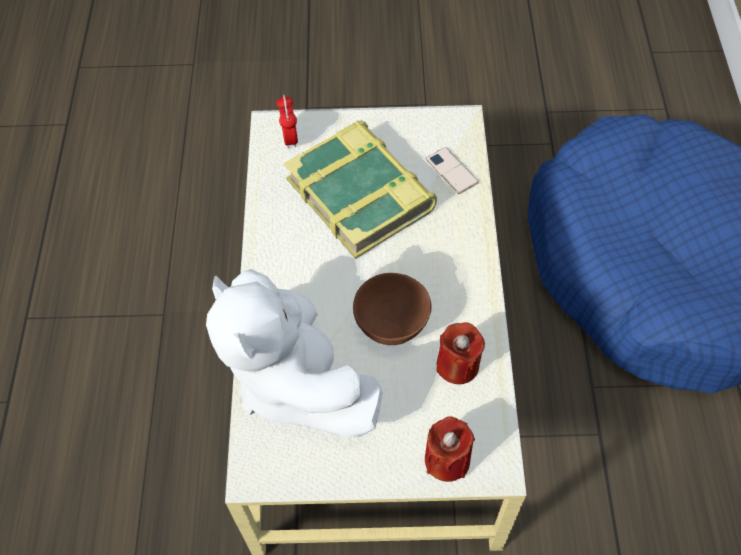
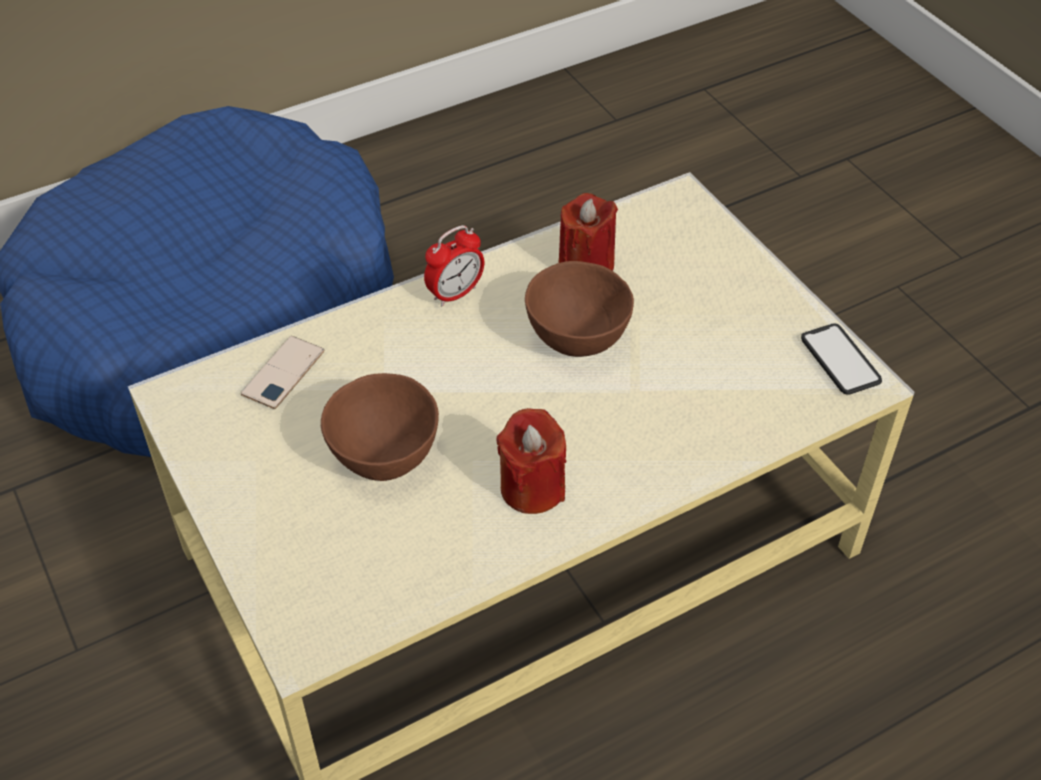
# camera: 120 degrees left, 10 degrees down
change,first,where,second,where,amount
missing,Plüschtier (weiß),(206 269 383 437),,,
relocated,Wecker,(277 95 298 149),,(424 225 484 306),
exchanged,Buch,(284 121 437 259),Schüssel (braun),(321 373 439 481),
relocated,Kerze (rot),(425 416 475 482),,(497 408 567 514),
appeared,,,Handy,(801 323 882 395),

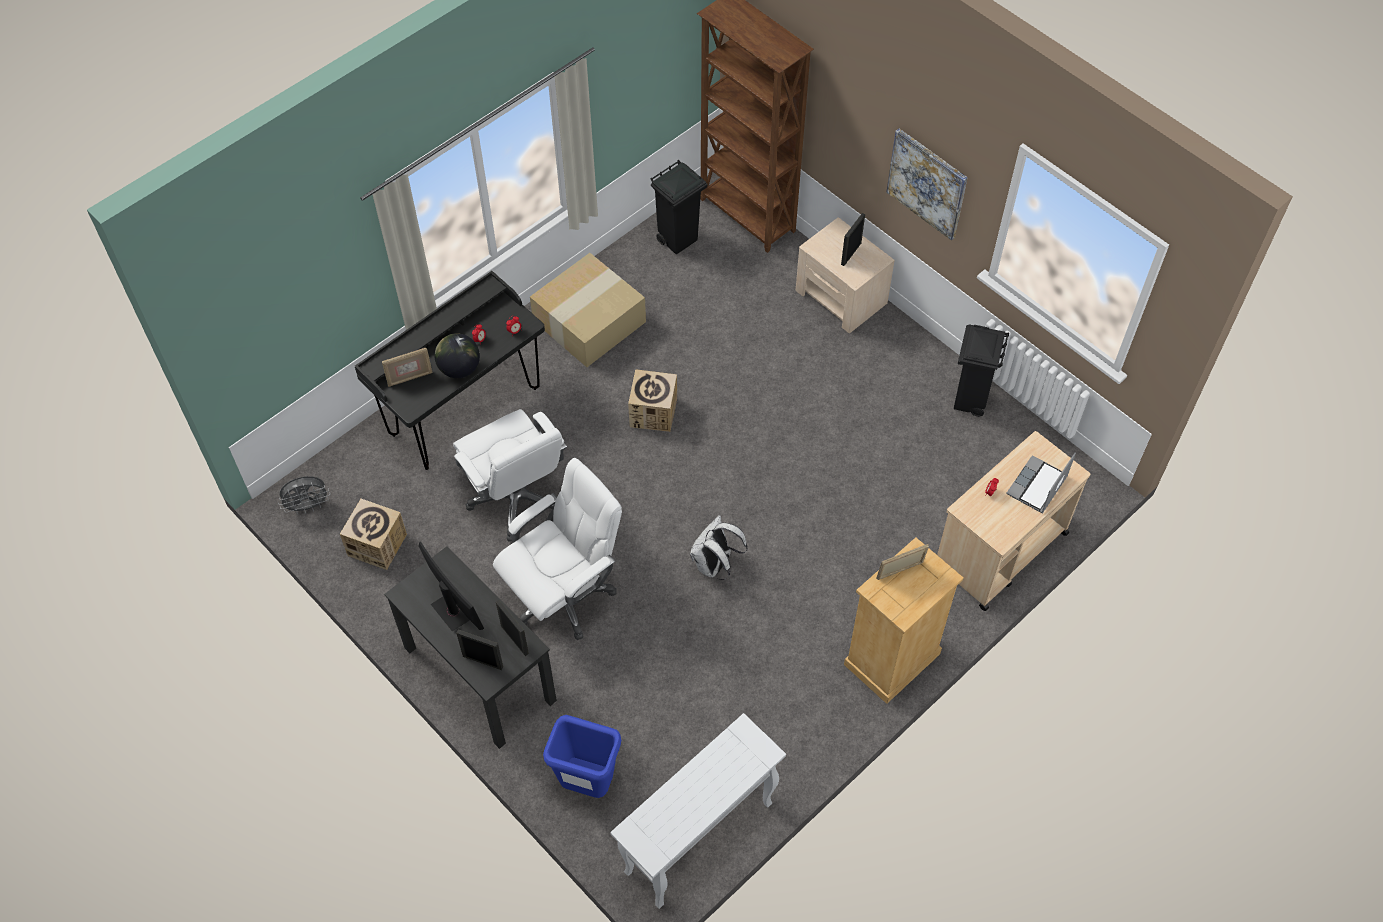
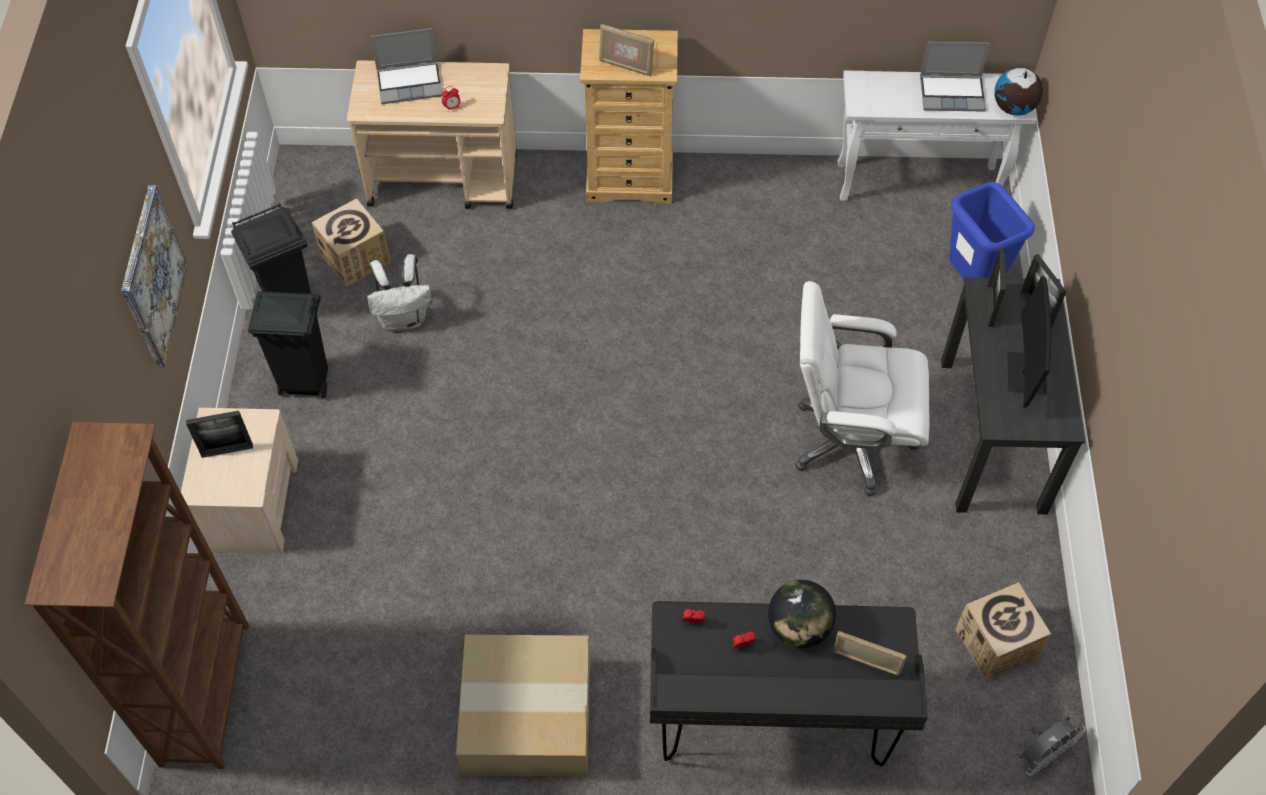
# camera: 135 degrees left, 0 degrees up
change,first,where,second,where,amount
spun,Ventilator (grau),(278 476 330 515),,(1020 717 1085 776),120 degrees clockwise
missing,Bürostuhl (weiß),(453 409 567 542),,,
relocated,Karton,(628 369 677 432),,(312 198 391 287),
relocated,Mülleimer (schwarz),(651 160 707 254),,(248 291 328 398),
relocated,Rucksack (weiß),(690 515 748 580),,(367 254 431 331),
appeared,,,Laptop,(920 42 991 112),
appeared,,,Globus,(994 67 1043 115),

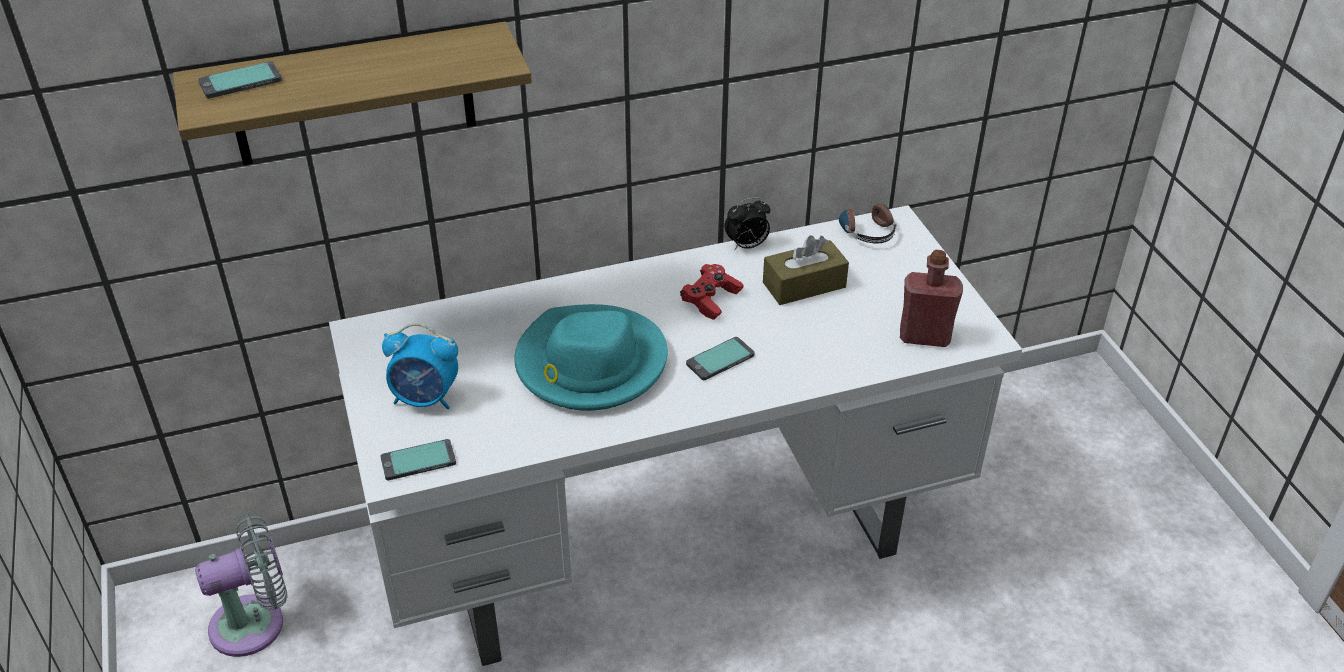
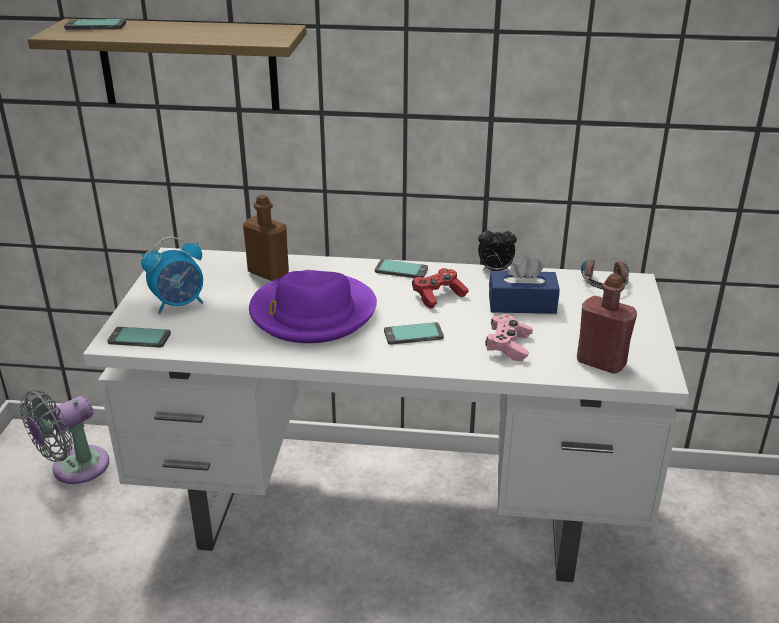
# camera: 25 degrees right, 10 degrees down
change,first,where,second,where,amount
spun,Ventilator (grau),(195 512 288 657),,(20 390 109 484),135 degrees clockwise
spun,Wecker,(382 323 458 410),,(141 237 203 314),60 degrees counterclockwise
colour,Hut (türkis),(514 304 668 411),Hut (lila),(249 270 377 343),
colour,Taschentuchbox (braun),(763 235 849 305),Taschentuchbox (blau),(489 256 560 314),
appeared,,,Flasche (braun),(243 194 289 281),
appeared,,,Handy,(375 259 428 278),
appeared,,,Gamepad (rosa),(485 314 533 361),

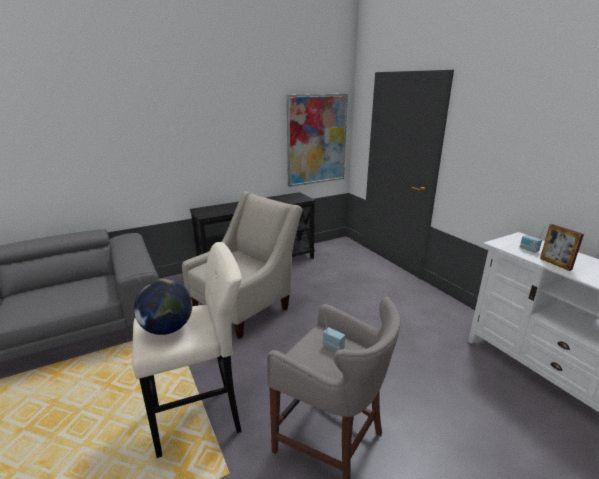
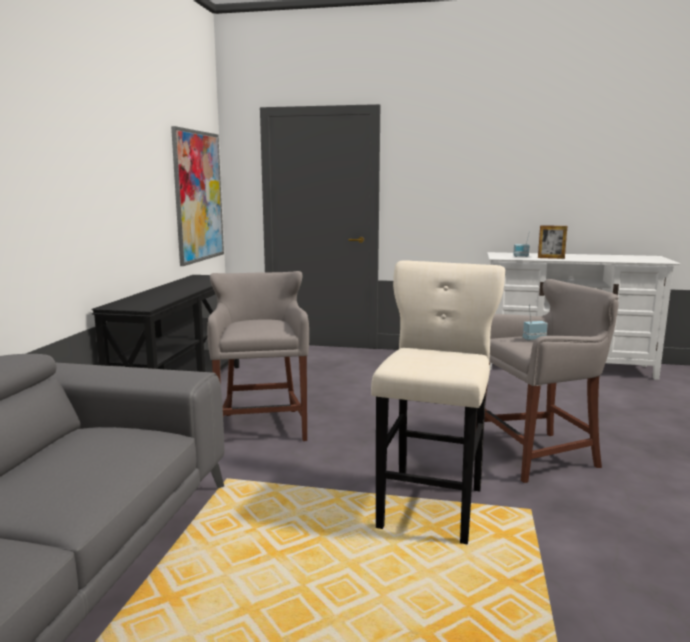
# camera: 50 degrees left, 10 degrees down
change,first,where,second,where,amount
missing,Globus,(134 279 192 335),,,
exchanged,Sessel (beige),(182 191 302 339),Hocker (grau),(207 271 309 441),

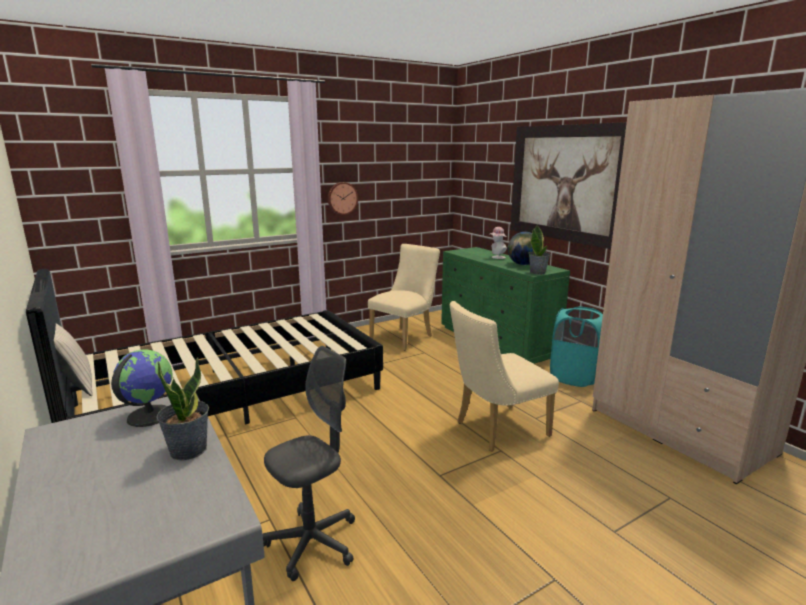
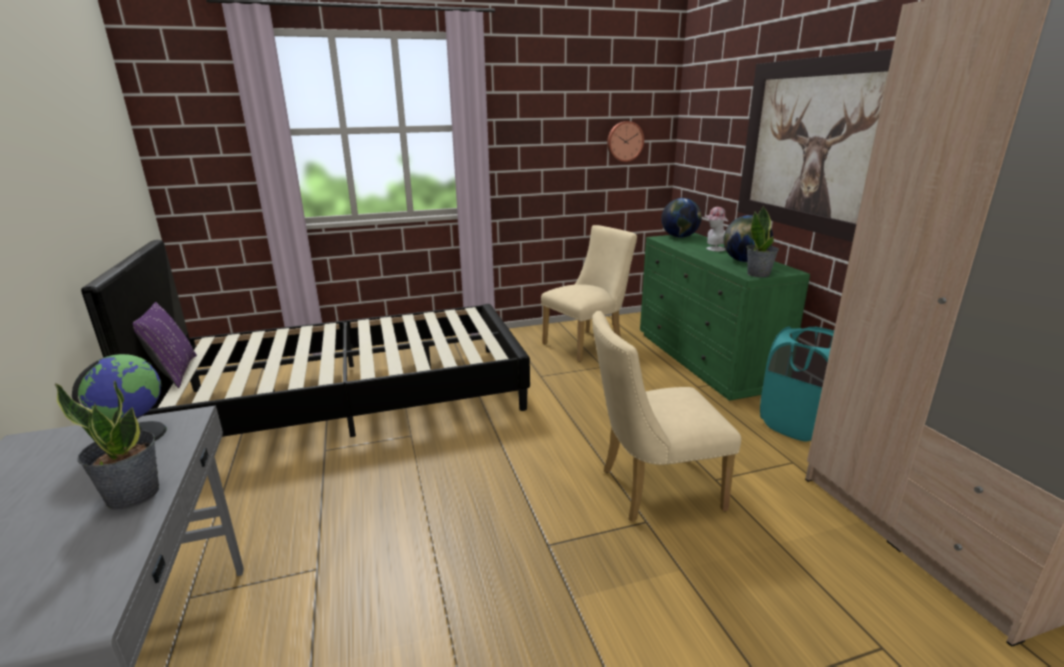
# camera: 15 degrees right, 5 degrees up
change,first,where,second,where,amount
colour,Kissen (beige),(54 323 93 396),Kissen (lila),(133 302 197 388),
missing,Bürostuhl (grau),(262 346 355 581),,,
relocated,Wanduhr,(328 182 358 215),,(607 121 644 162),
appeared,,,Globus,(661 198 702 238),

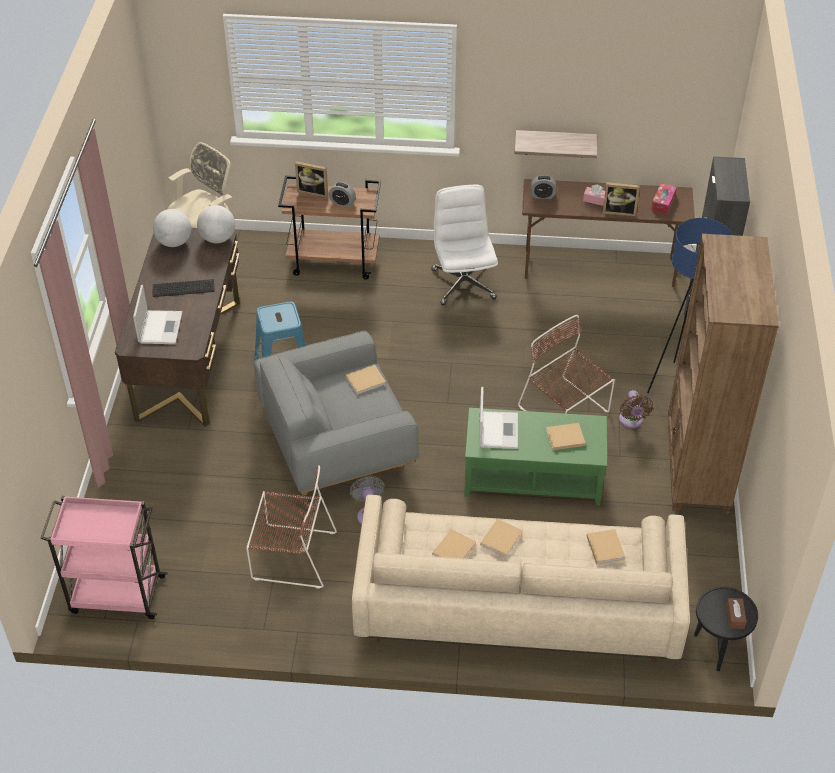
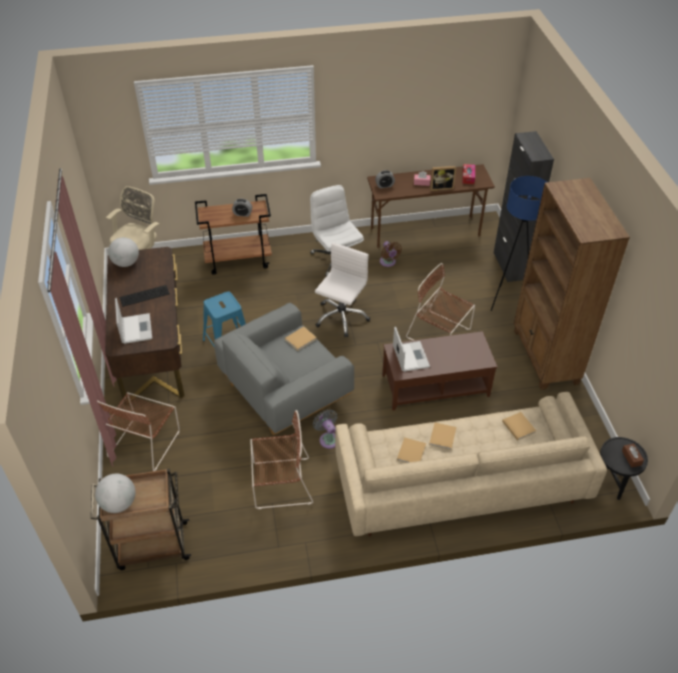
# camera: 15 degrees left, 0 degrees up
change,first,where,second,where,amount
colour,Rollwagen (rosa),(41 496 168 619),Rollwagen (braun),(91 469 192 570),
relocated,Globus,(197 205 235 243),,(95 474 135 513),
missing,Bilderrahmen,(295 161 328 198),,,
colour,Couchtisch (grün),(464 408 607 505),Couchtisch (braun),(382 331 497 411),
missing,Wandregal,(514 130 597 158),,,
missing,Buch (beige),(546 423 586 450),,,
relocated,Ventilator (braun),(619 390 653 428),,(380 241 402 267),
appeared,,,Stuhl (braun),(97 392 180 471),
appeared,,,Bürostuhl (weiß),(315 242 370 337),

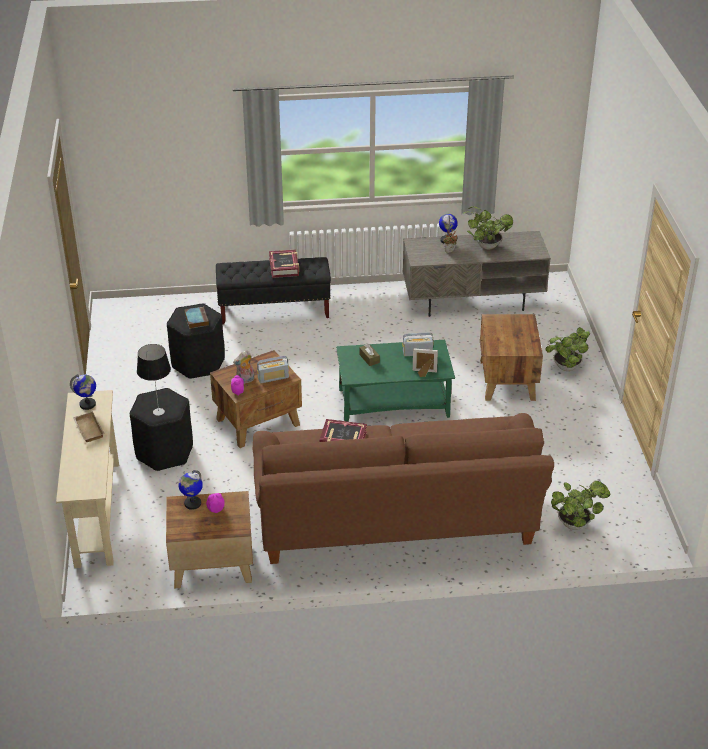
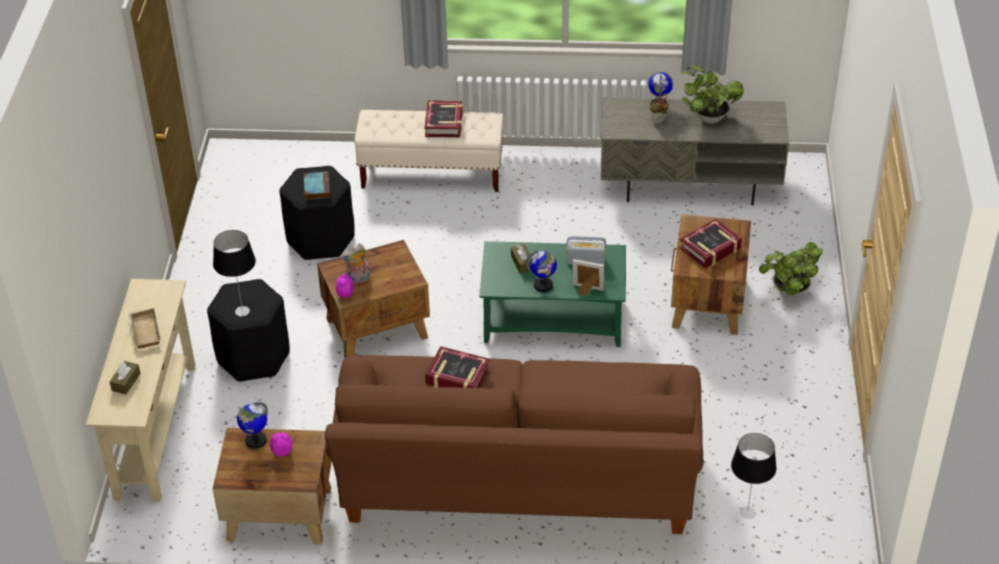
# camera: 10 degrees right, 5 degrees up
change,first,where,second,where,amount
relocated,Globus,(70 374 96 410),,(526 251 557 292),
colour,Bank (schwarz),(216 257 331 324),Bank (beige),(355 110 503 192),
missing,Radio,(257 356 289 383),,,
exchanged,Topfpflanze,(551 481 610 530),Tischlampe,(731 433 776 519),
appeared,,,Taschentuchbox (braun),(110 361 141 395),
appeared,,,Buch,(679 219 742 268),

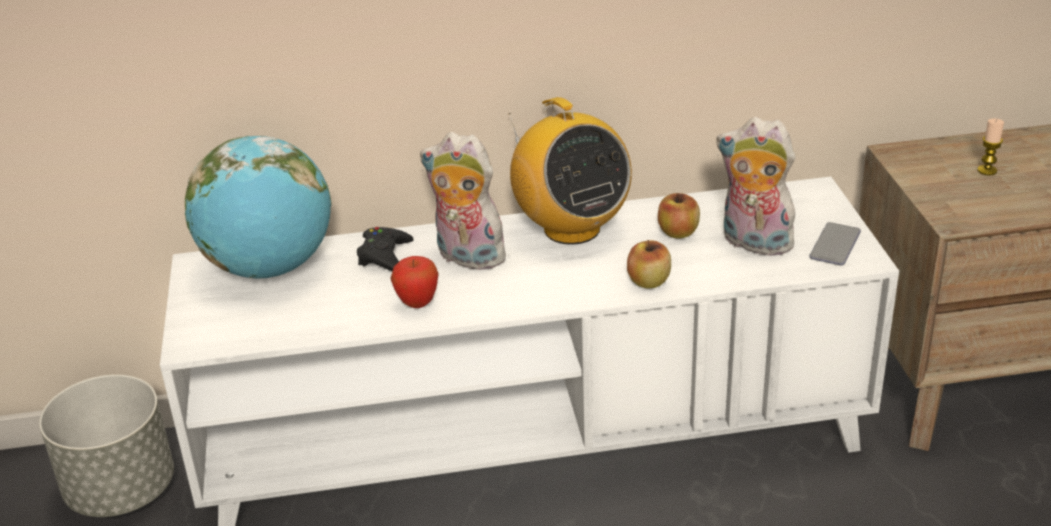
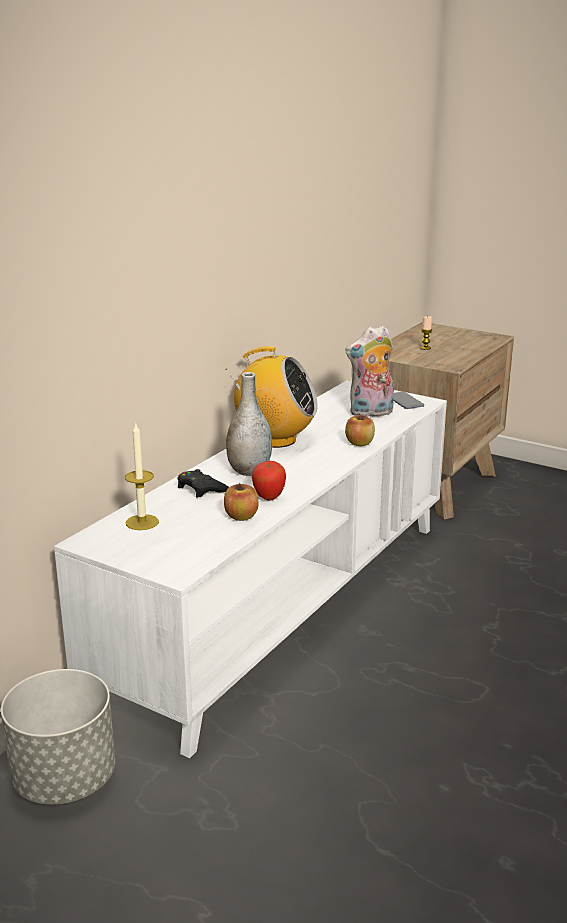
# camera: 50 degrees left, 10 degrees down
change,first,where,second,where,amount
exchanged,Globus,(185 136 332 279),Kerze,(125 424 159 530),
exchanged,Plüschtier,(420 132 506 270),Vase (grau),(226 372 272 476),
relocated,Apfel,(658 193 700 239),,(224 483 259 521),

